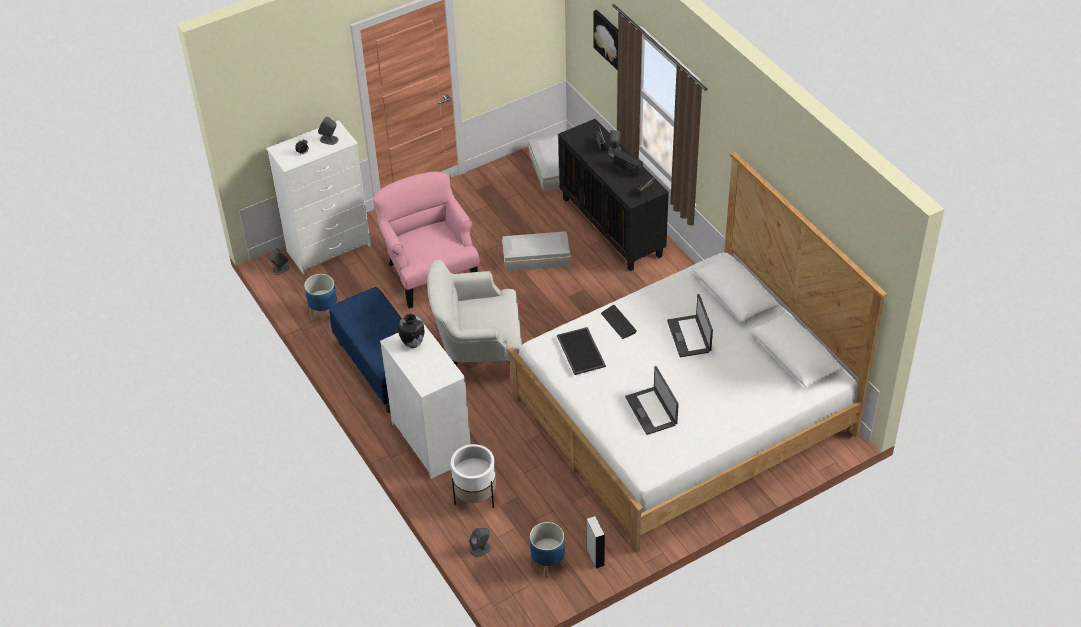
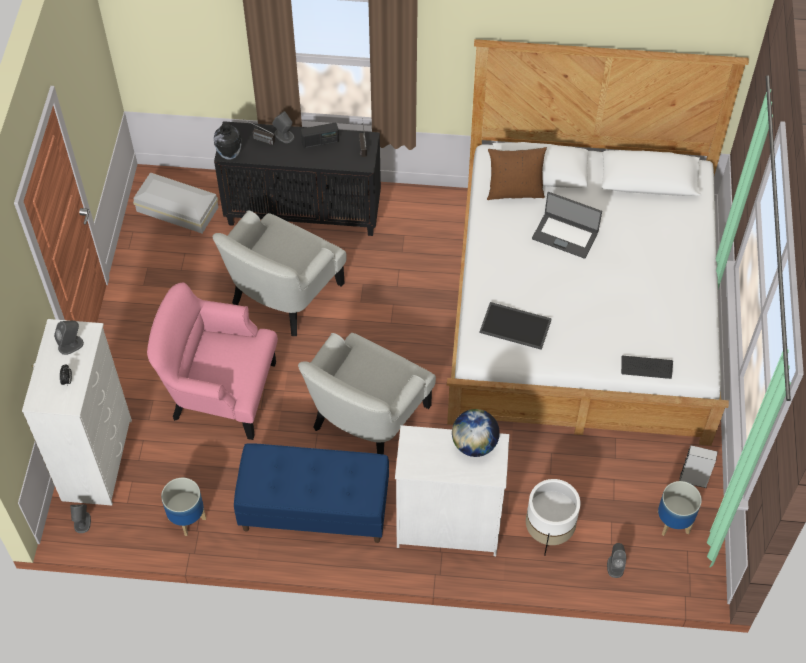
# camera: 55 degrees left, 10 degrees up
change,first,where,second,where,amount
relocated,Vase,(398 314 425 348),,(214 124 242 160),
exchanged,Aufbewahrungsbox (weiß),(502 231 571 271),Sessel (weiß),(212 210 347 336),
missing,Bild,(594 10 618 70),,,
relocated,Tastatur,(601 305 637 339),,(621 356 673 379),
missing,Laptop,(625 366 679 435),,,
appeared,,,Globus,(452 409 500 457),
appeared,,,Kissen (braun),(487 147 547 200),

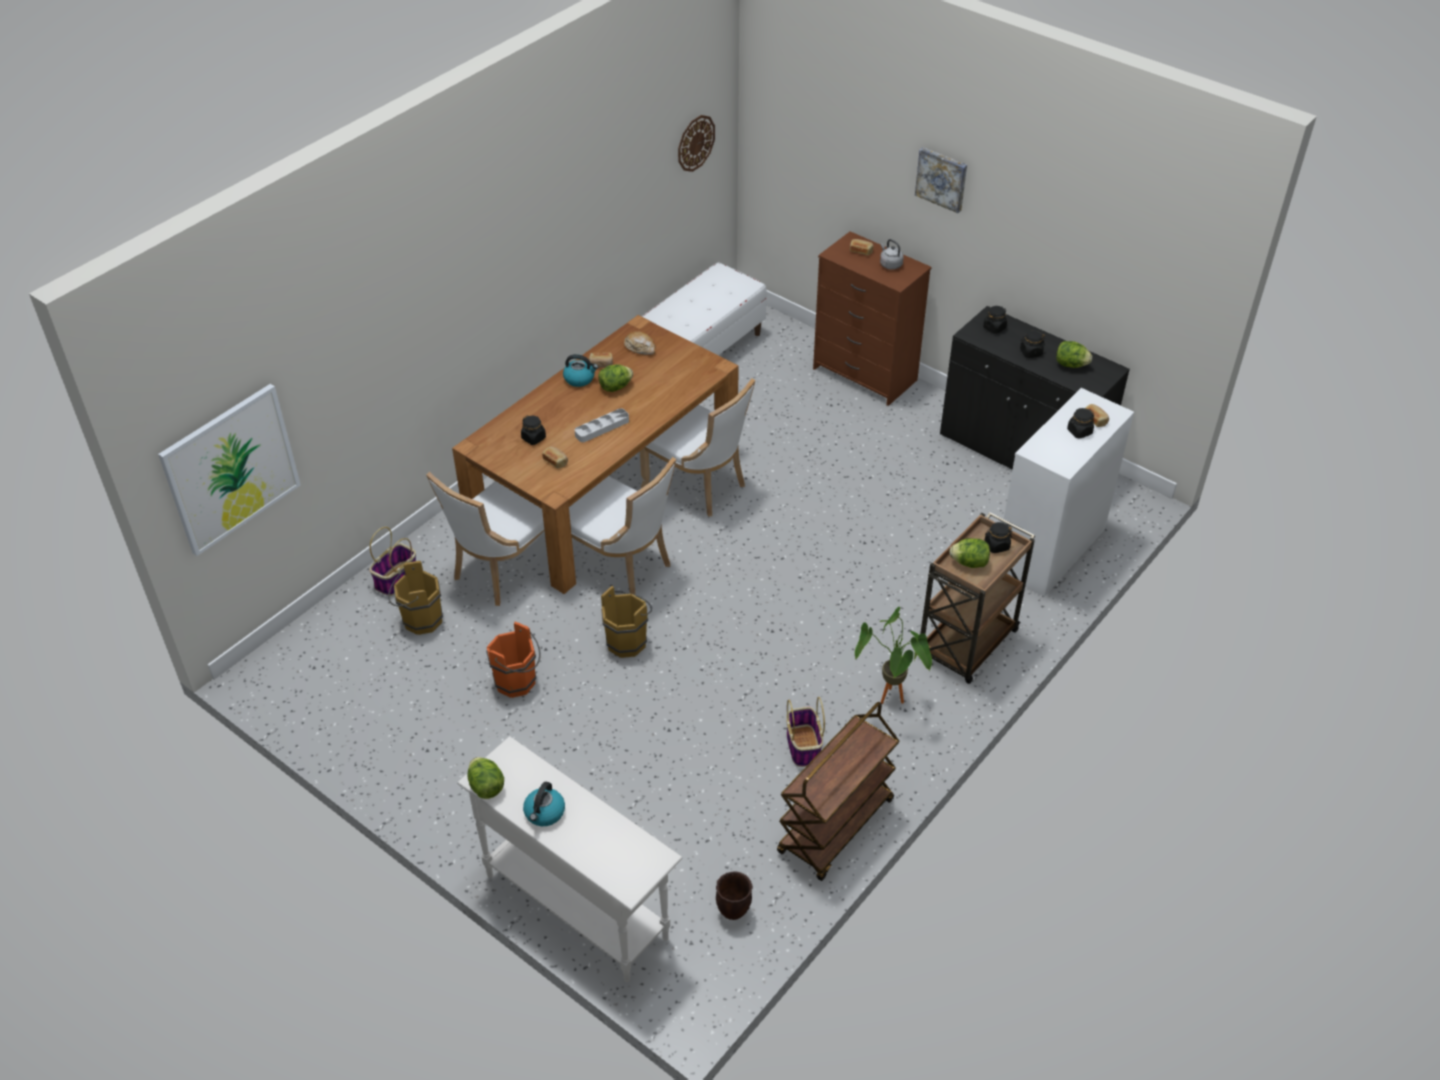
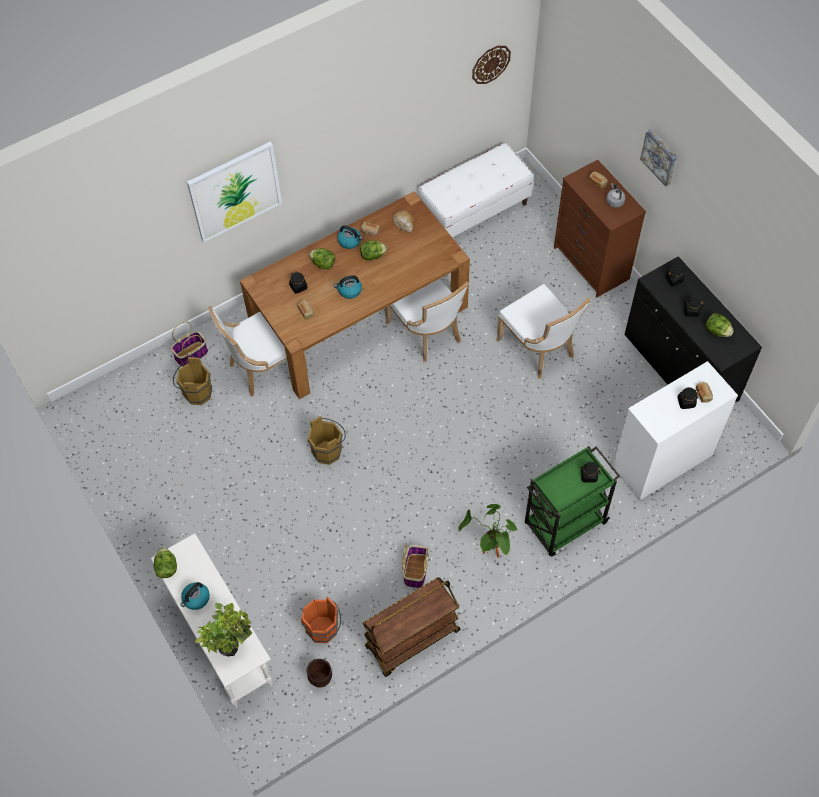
# camera: 20 degrees right, 15 degrees up
change,first,where,second,where,amount
relocated,Bild,(158 384 301 556),,(187 142 282 243),
relocated,Eimer (orange),(486 622 541 698),,(301 596 341 643),
relocated,Stuhl (weiß),(569 457 676 595),,(495 284 591 378),
exchanged,Tablett (grau),(575 408 629 442),Wasserkessel,(334 275 362 299),
colour,Rollwagen (braun),(920 512 1035 684),Rollwagen (grün),(525 446 620 557),
relocated,Salatkopf,(949 538 990 568),,(309 248 335 270),
appeared,,,Topfpflanze,(195 603 252 656),

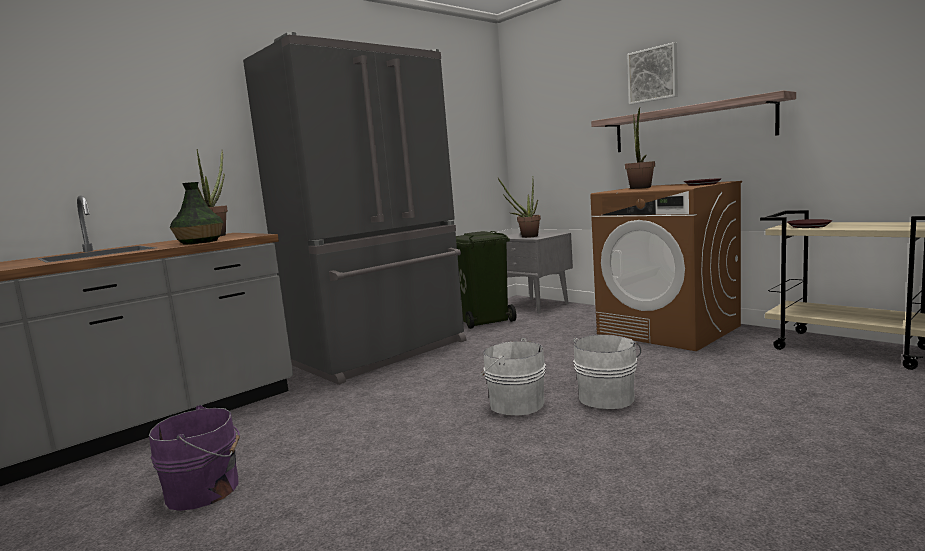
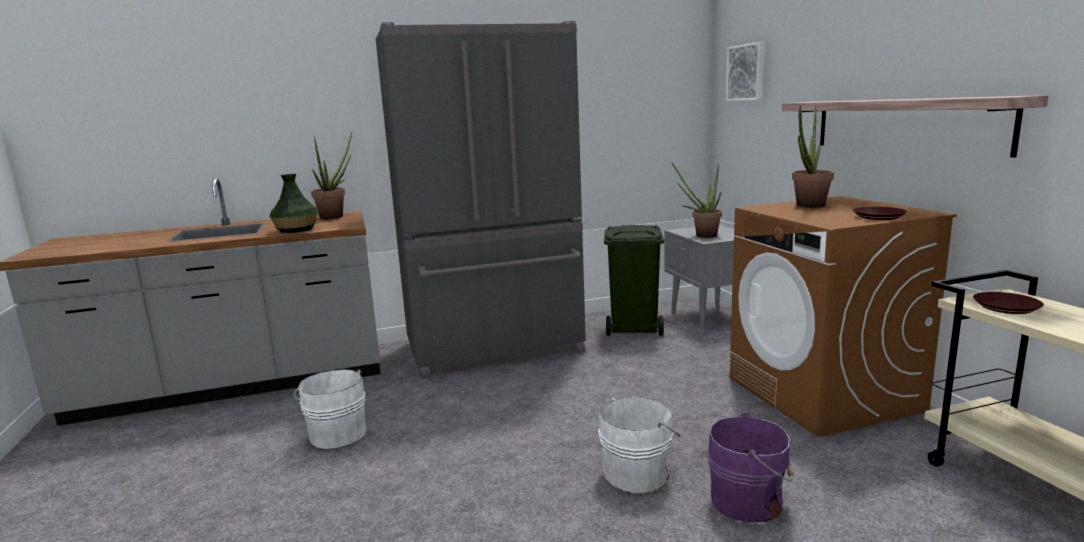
# camera: 25 degrees right, 5 degrees up
change,first,where,second,where,amount
relocated,Eimer (lila),(149 405 240 511),,(707 413 793 522),
relocated,Eimer (weiß),(479 338 546 416),,(294 369 366 449),
relocated,Bild,(627 42 678 105),,(726 42 765 101),

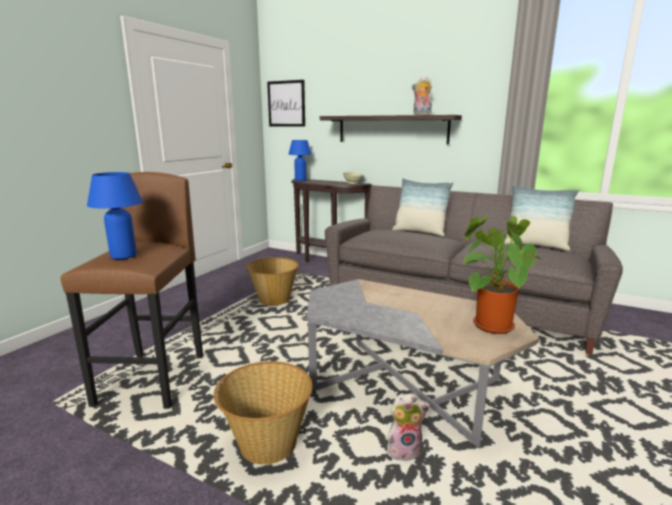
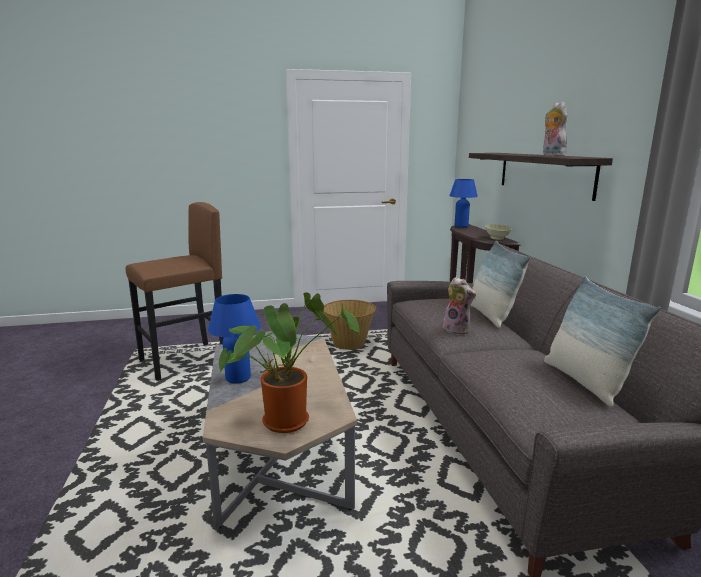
# camera: 50 degrees right, 0 degrees up
change,first,where,second,where,amount
relocated,Tischlampe (blau),(87 172 143 259),,(208 294 261 384),
missing,Korb,(214 361 313 465),,,
missing,Bild,(267 80 305 127),,,
relocated,Plüschtier,(386 393 430 461),,(443 277 476 335),

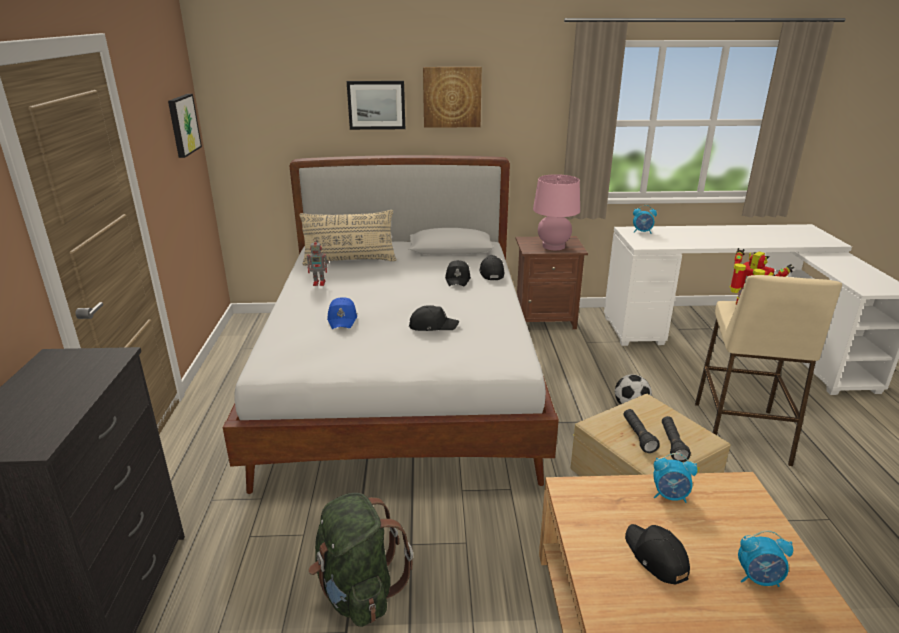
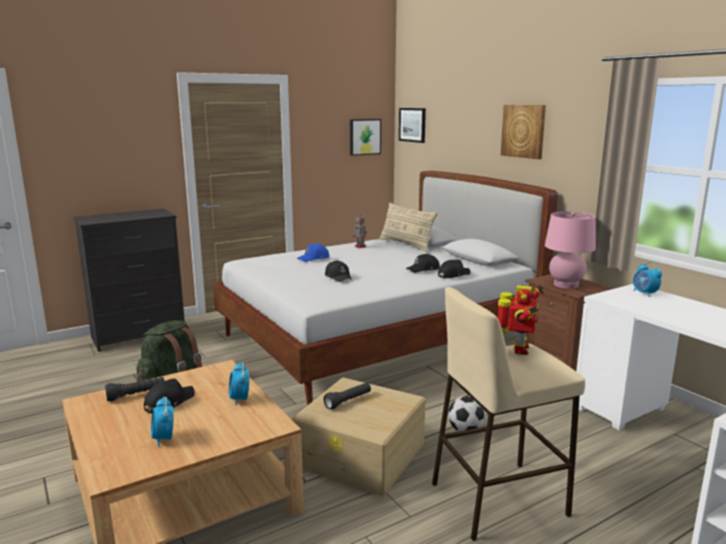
# camera: 60 degrees right, 10 degrees down
change,first,where,second,where,amount
relocated,Bild,(347 81 405 130),,(399 108 426 143),
relocated,Taschenlampe (schwarz),(662 416 691 462),,(105 377 164 401),

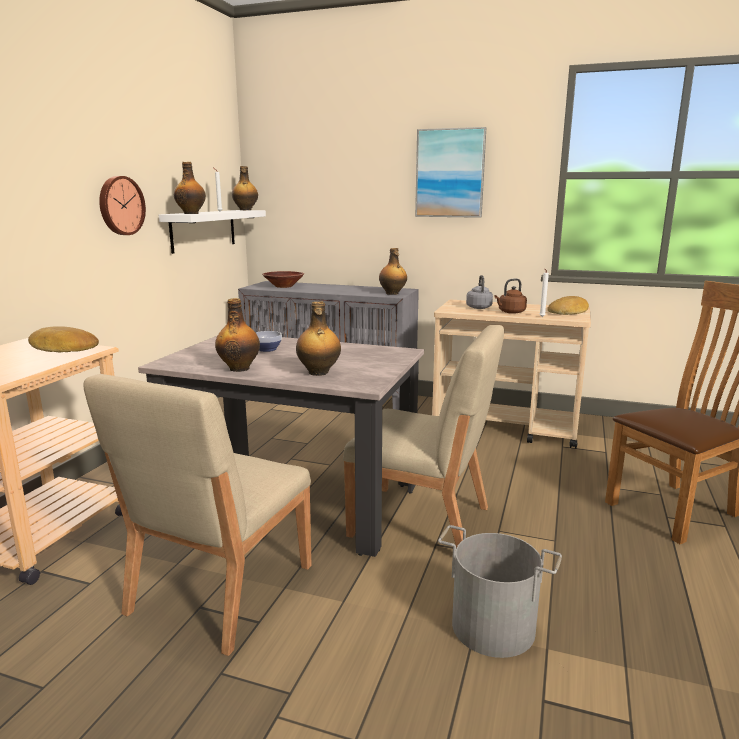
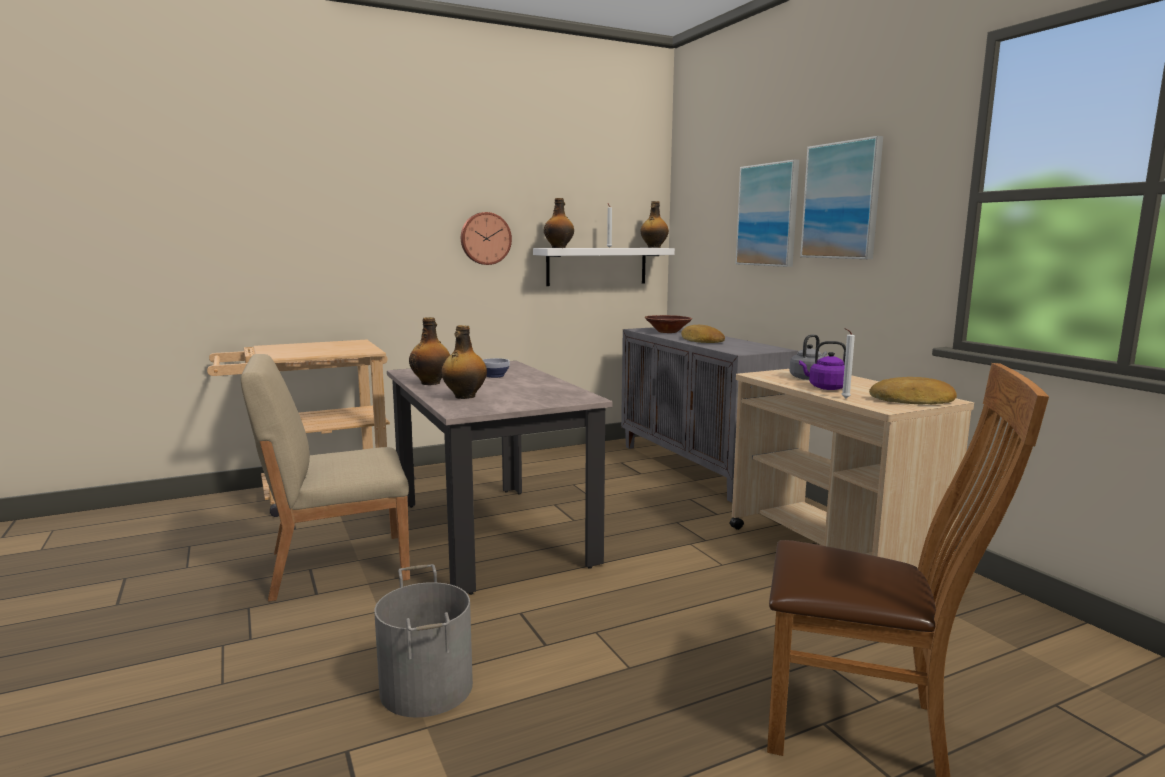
# camera: 45 degrees right, 5 degrees down
change,first,where,second,where,amount
relocated,Brot,(28 326 99 352),,(681 325 725 343),
missing,Stuhl (beige),(343 325 504 548),,,
missing,Flasche,(379 248 407 295),,,
colour,Wasserkessel (braun),(494 278 527 314),Wasserkessel (lila),(799 341 846 390),
appeared,,,Bild,(736 160 799 267),

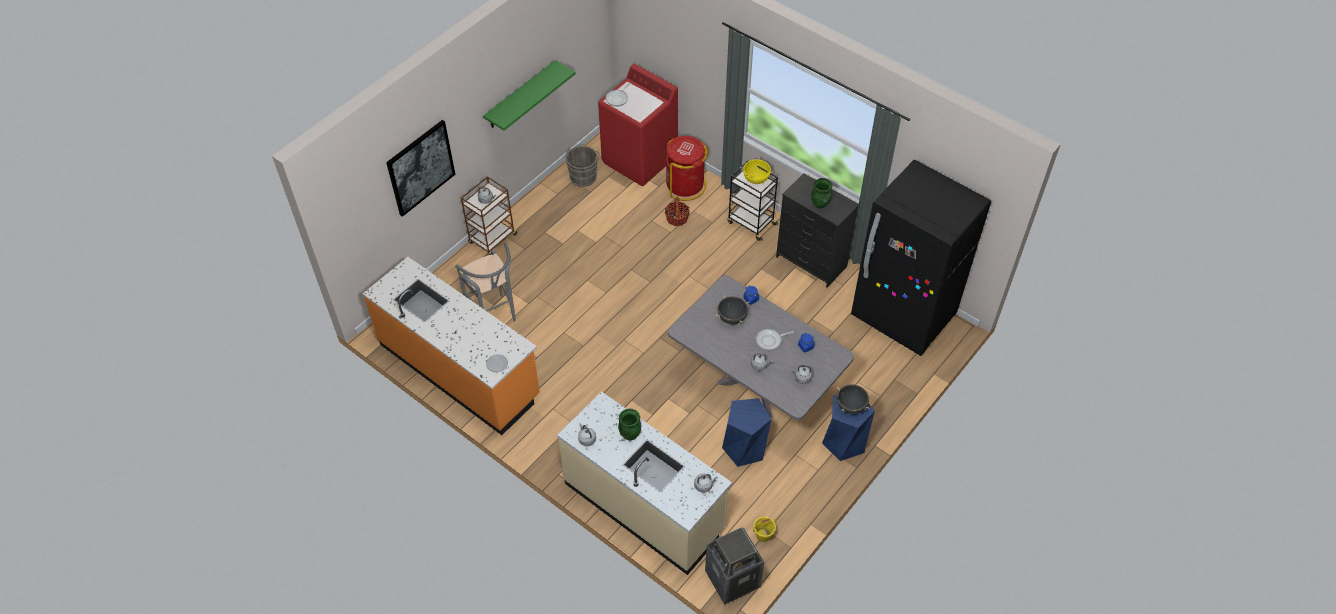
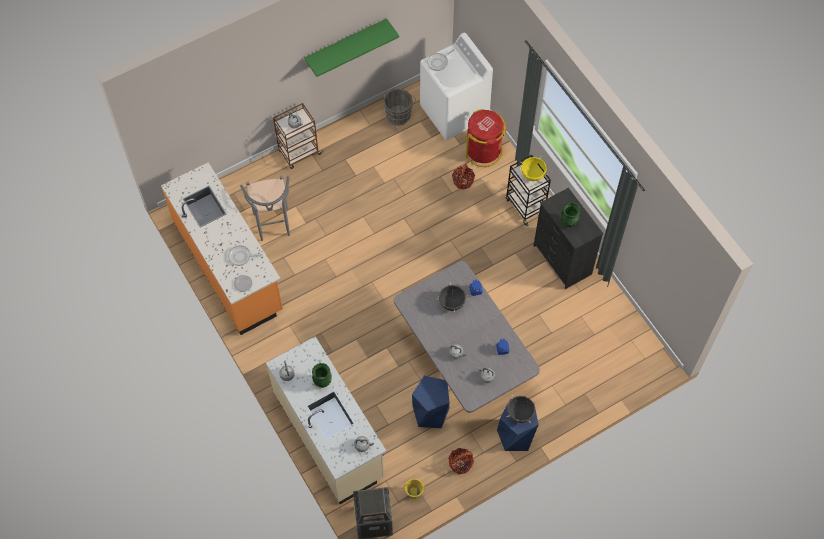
# camera: 20 degrees right, 10 degrees up
change,first,where,second,where,amount
missing,Bild,(386 120 455 217),,,
colour,Waschmaschine (rot),(598 64 678 186),Waschmaschine (weiß),(420 32 493 140),
relocated,Pfanne,(756 329 794 351),,(228 245 263 266),
missing,Kühlschrank (schwarz),(851 160 991 356),,,
appeared,,,Korb,(448 448 474 474),

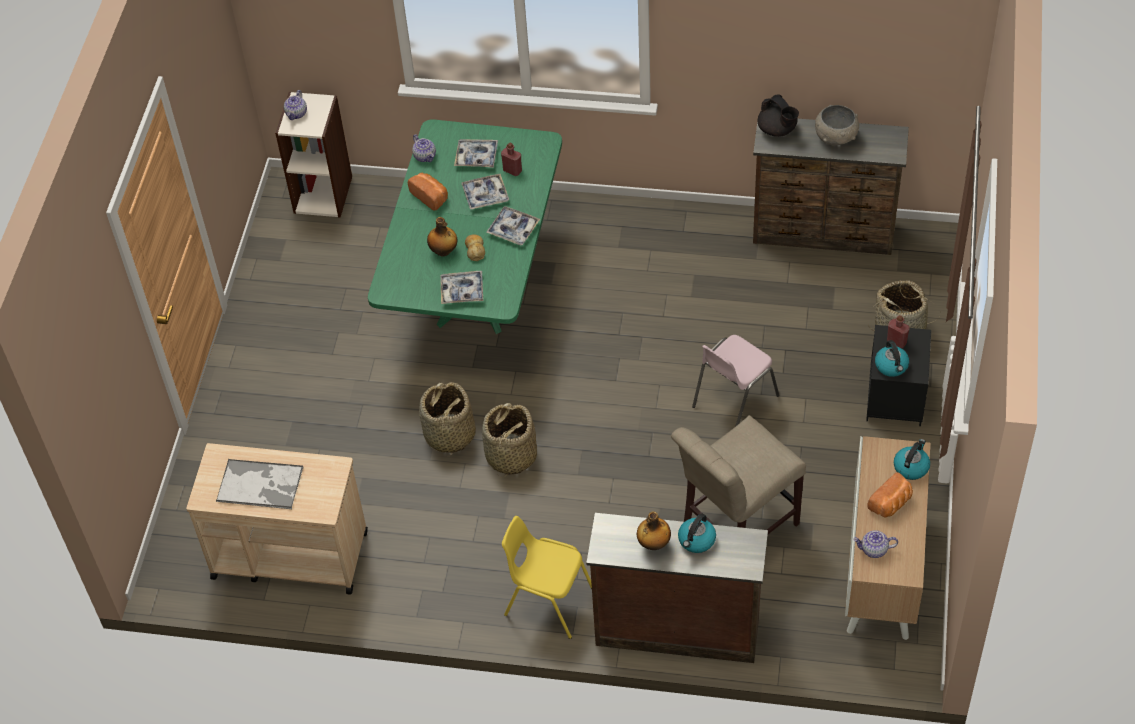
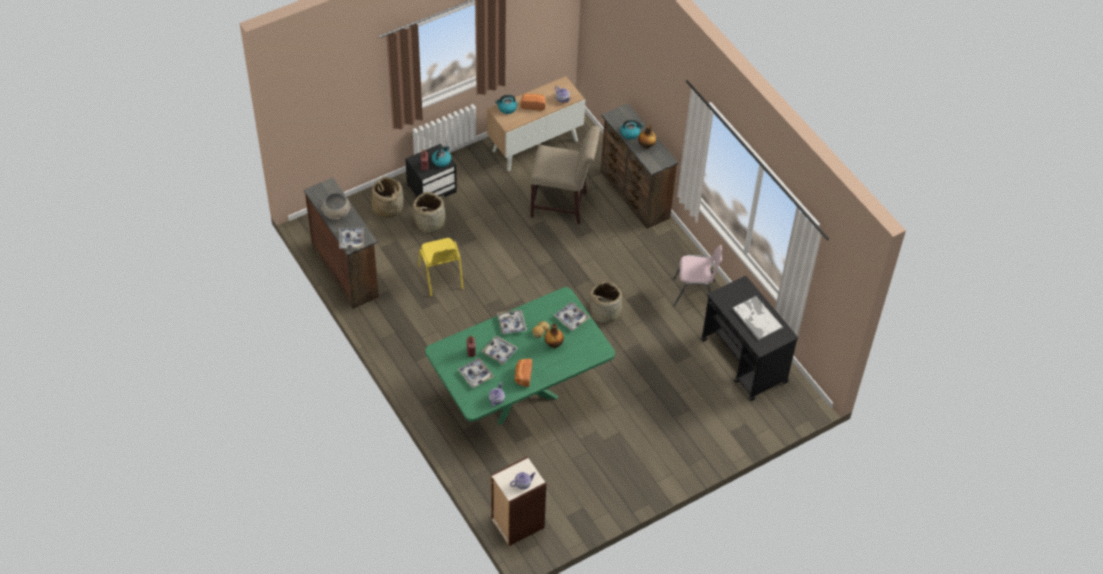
# camera: 135 degrees left, 0 degrees up
change,first,where,second,where,amount
colour,Rollwagen (beige),(186 443 368 595),Rollwagen (schwarz),(701 276 798 401),
relocated,Korb,(419 382 476 457),,(413 192 446 234),
relocated,Stuhl (gelb),(502 516 592 639),,(418 238 463 297),
relocated,Stuhl (rosa),(692 335 780 427),,(673 245 722 307),
exchanged,Teekanne (schwarz),(757 95 799 137),Tablett,(339 227 364 249),

